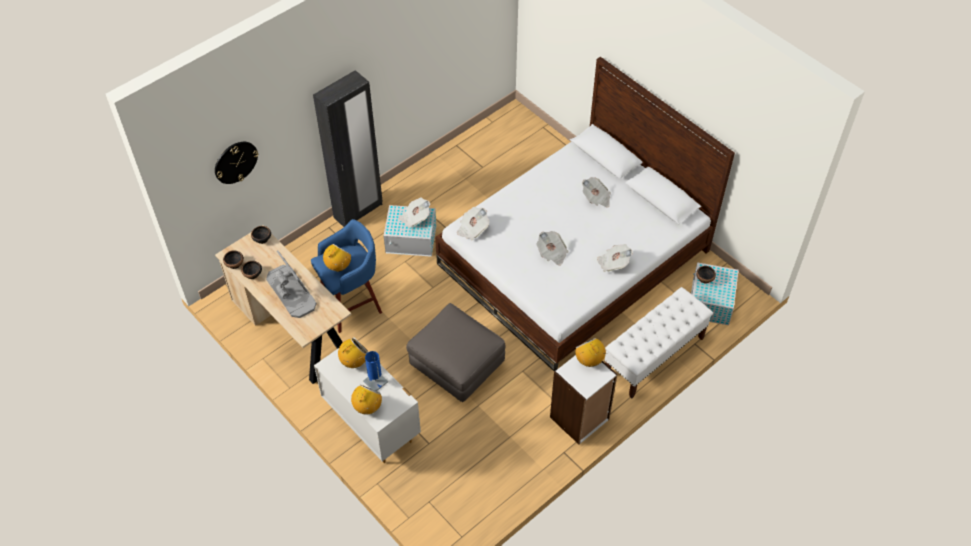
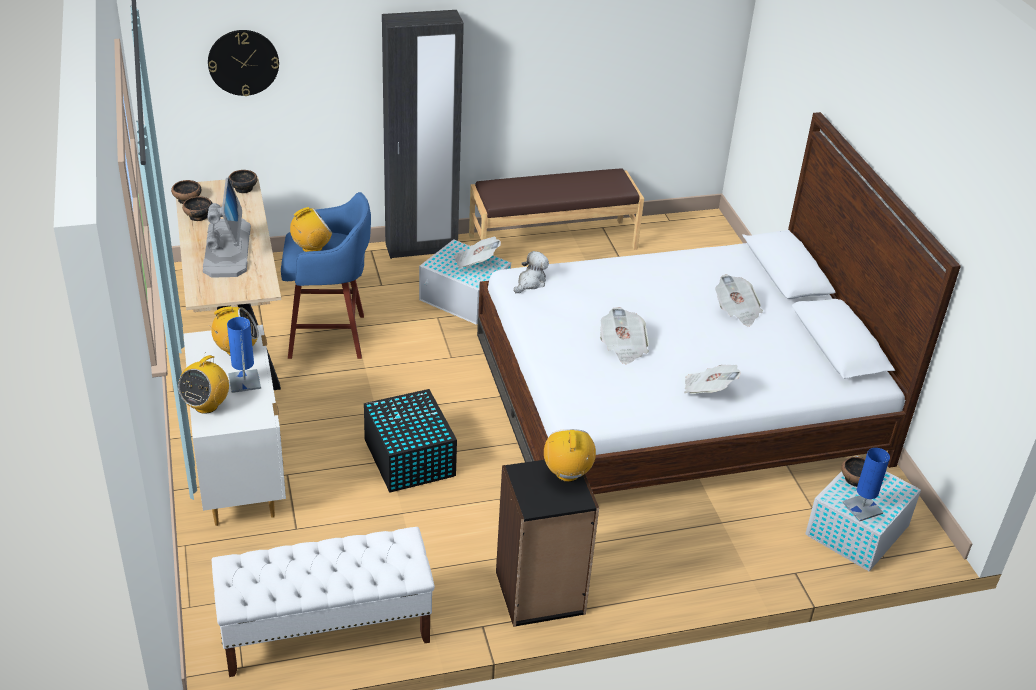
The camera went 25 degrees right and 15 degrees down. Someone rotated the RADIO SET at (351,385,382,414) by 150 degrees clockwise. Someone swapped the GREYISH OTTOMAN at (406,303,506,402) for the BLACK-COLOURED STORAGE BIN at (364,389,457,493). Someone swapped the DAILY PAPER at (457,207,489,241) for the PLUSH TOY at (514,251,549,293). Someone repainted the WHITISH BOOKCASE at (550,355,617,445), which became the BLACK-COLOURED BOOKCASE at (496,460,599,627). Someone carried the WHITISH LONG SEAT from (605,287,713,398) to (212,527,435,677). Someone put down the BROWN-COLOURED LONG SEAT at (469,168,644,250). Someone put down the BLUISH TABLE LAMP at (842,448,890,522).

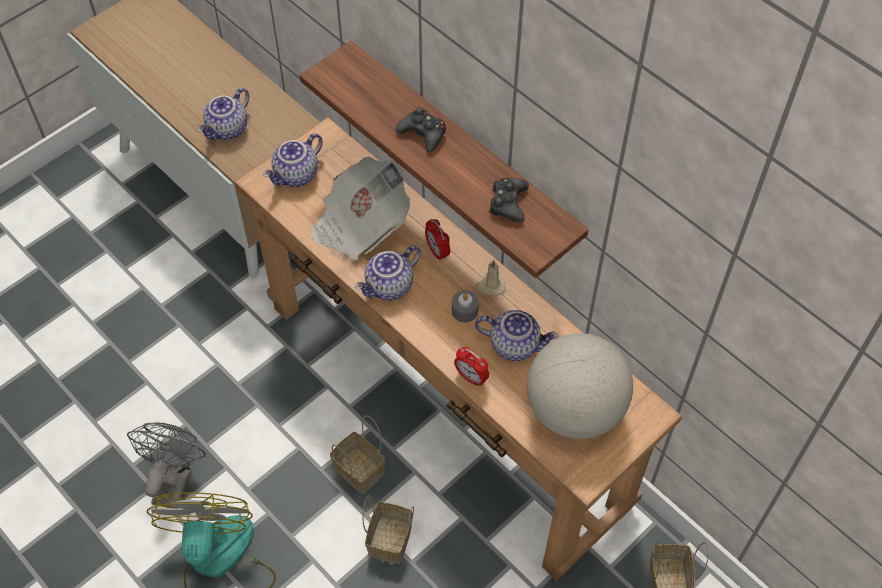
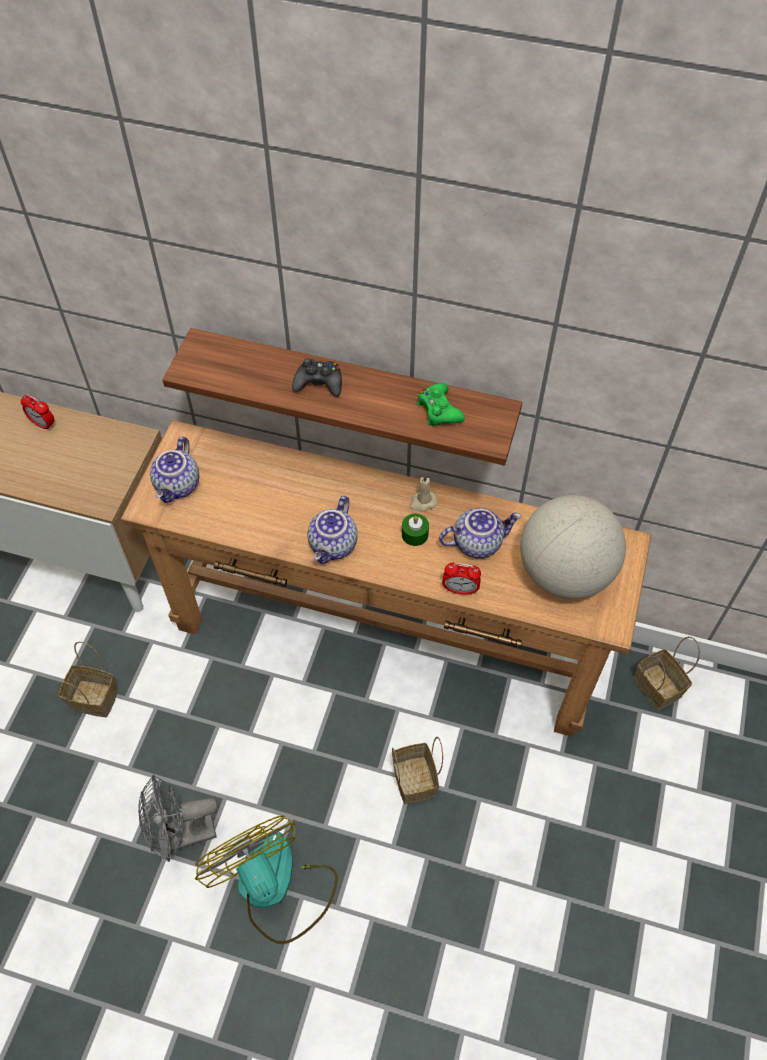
The camera went 30 degrees left and 0 degrees up. Someone rotated the GREYISH FAN at (127,422,206,509) by 90 degrees counterclockwise. Someone took away the TEAPOT at (197,88,249,140). Someone took away the DAILY PAPER at (310,157,410,261). Someone carried the BASKET from (330,415,386,494) to (57,642,118,717). Someone carried the BEDSIDE CLOCK from (425,219,450,261) to (21,394,54,431). Someone repainted the GREYISH CANDLE at (452,290,479,322), which became the GREEN-COLOURED CANDLE at (402,514,429,546). Someone repainted the BLACK-COLOURED GAME CONTROLLER at (489,178,529,222), which became the GREEN-COLOURED GAME CONTROLLER at (417,383,465,426).

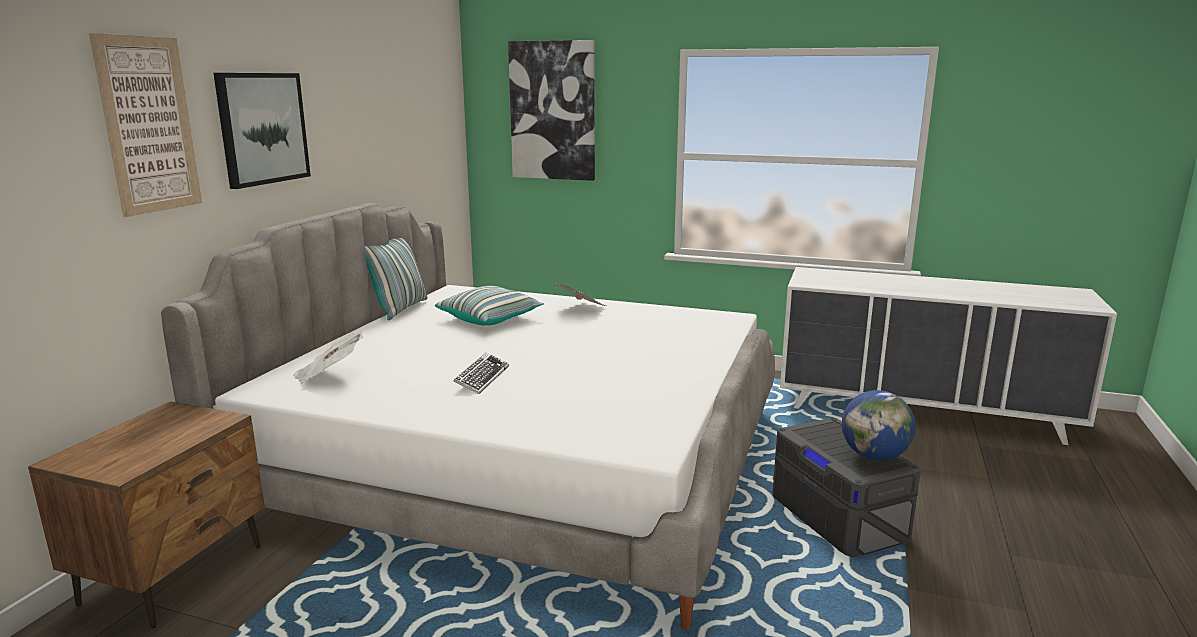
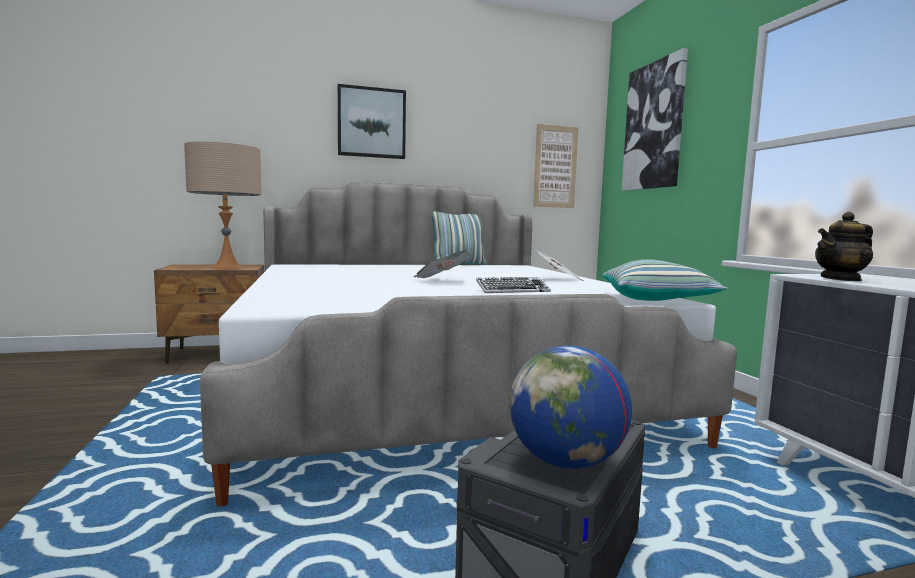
The camera went 55 degrees right and 10 degrees down. Someone carried the WALL PICTURE from (89,33,202,217) to (533,124,578,208). Someone carried the DAILY PAPER from (293,333,363,383) to (413,250,470,278). Someone carried the THROW PILLOW from (435,286,544,326) to (602,259,728,301). Someone carried the KEYBOARD from (454,352,509,394) to (476,277,551,293). Someone put down the SAND-COLOURED TABLE LAMP at (184,141,261,269). Someone put down the TEAPOT at (815,212,873,281).

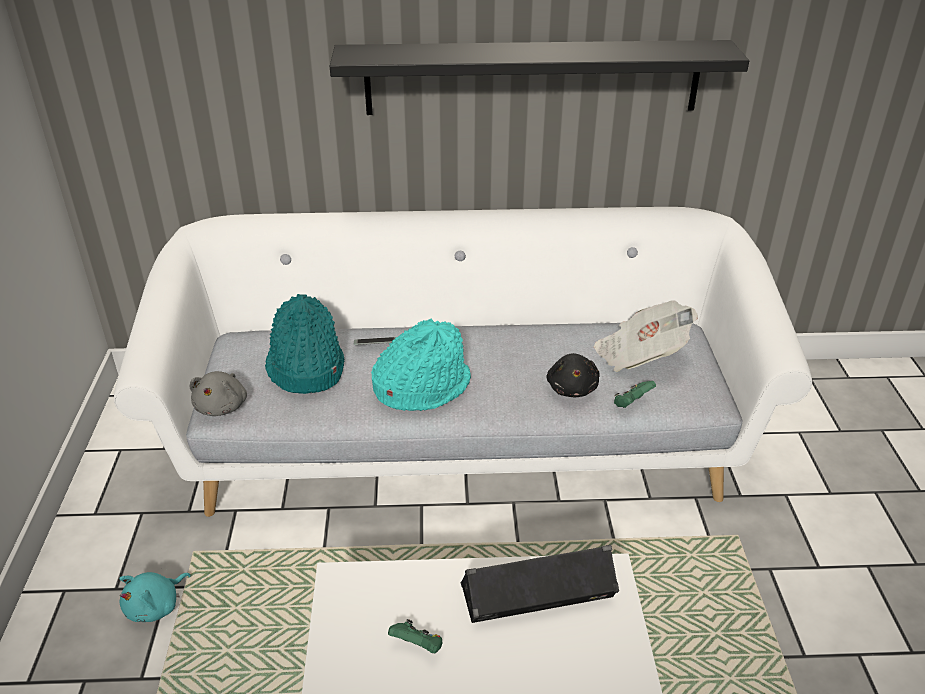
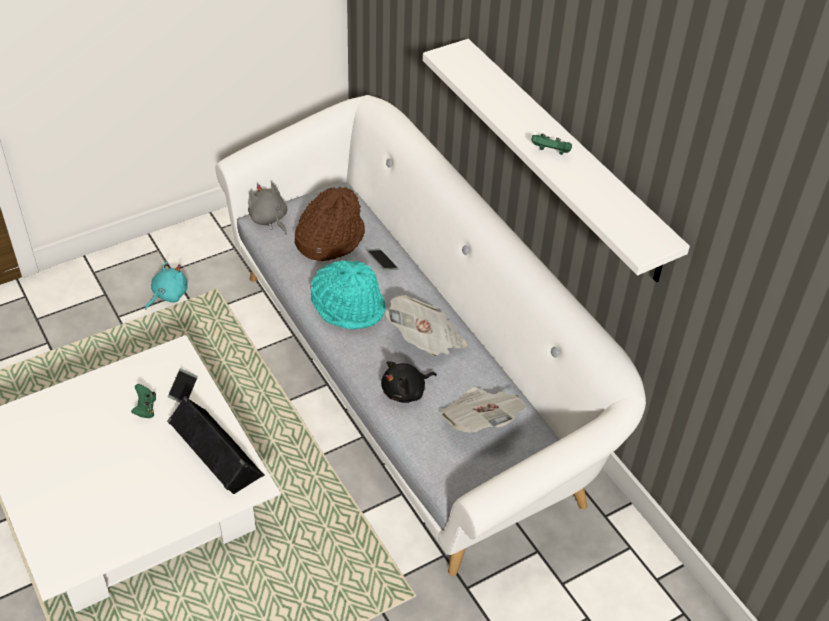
The camera went 60 degrees right and 10 degrees up. Someone rotated the BLUE-GREEN PLUSH TOY at (119,572,191,622) by 120 degrees clockwise. Someone rotated the GREYISH PLUSH TOY at (190,371,247,416) by 75 degrees clockwise. Someone repainted the BLUE-GREEN WEARABLE HAT at (265,294,345,394), which became the BROWN-COLOURED WEARABLE HAT at (294,187,365,261). Someone repainted the BLACK-COLOURED BRACKET SHELF at (330,40,749,115), which became the WHITISH BRACKET SHELF at (423,39,690,282). Someone carried the GREEN-COLOURED GAME CONTROLLER from (614,381,656,408) to (531,134,572,155). Someone put down the HANDSET at (168,368,198,403). Someone put down the DAILY PAPER at (385,295,468,356).

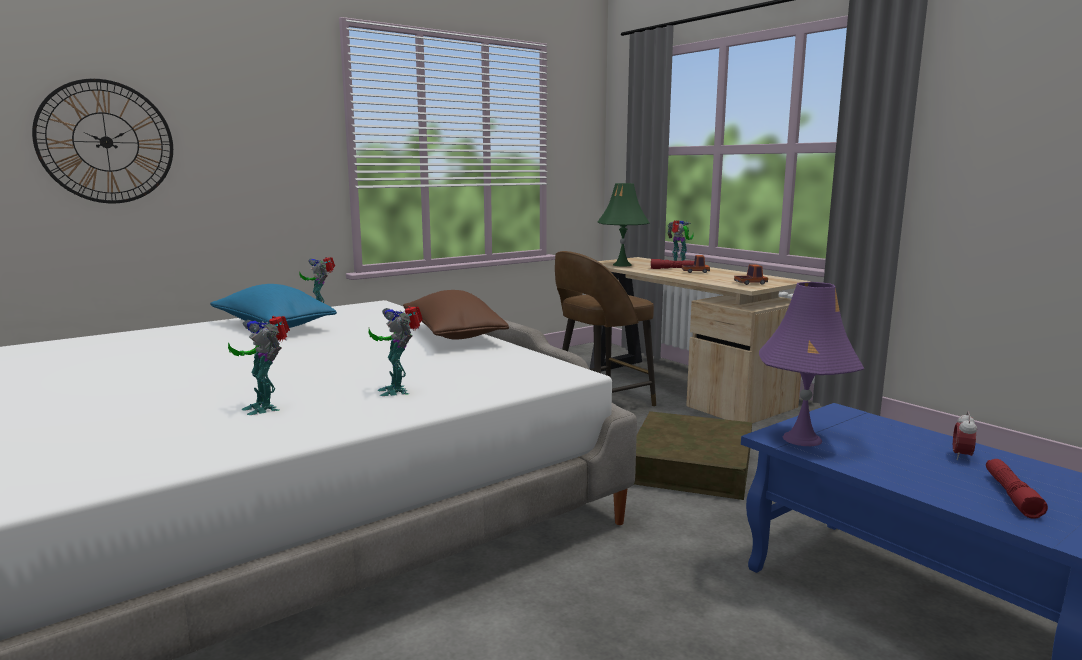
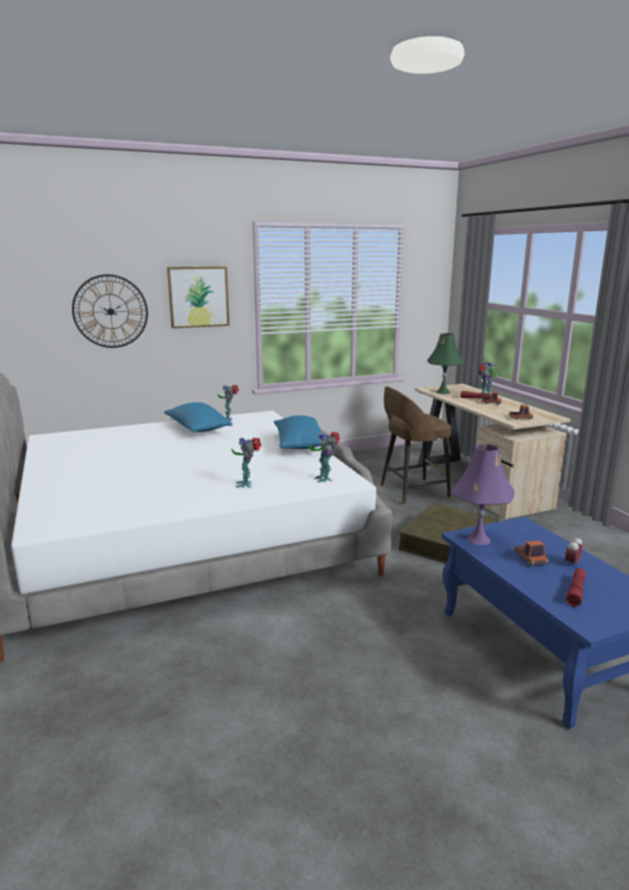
The camera went 15 degrees right and 5 degrees up. Someone carried the MODEL ROBOT from (228,316,290,415) to (310,432,340,482). Someone repainted the BROWN-COLOURED THROW PILLOW at (403,290,509,340), which became the BLUISH THROW PILLOW at (274,415,322,449). Someone put up the WALL PICTURE at (167,266,230,328). Someone put down the MODEL TRUCK at (515,540,548,565).

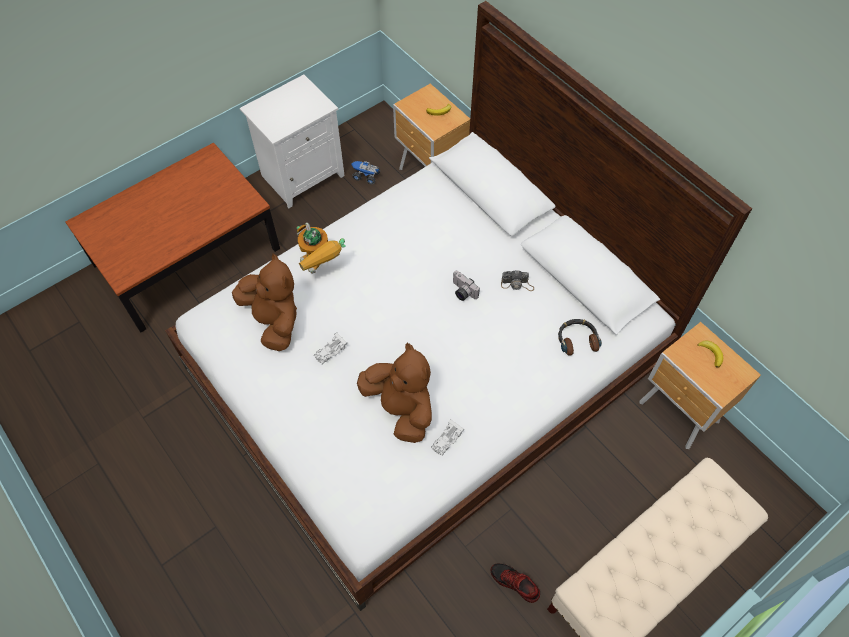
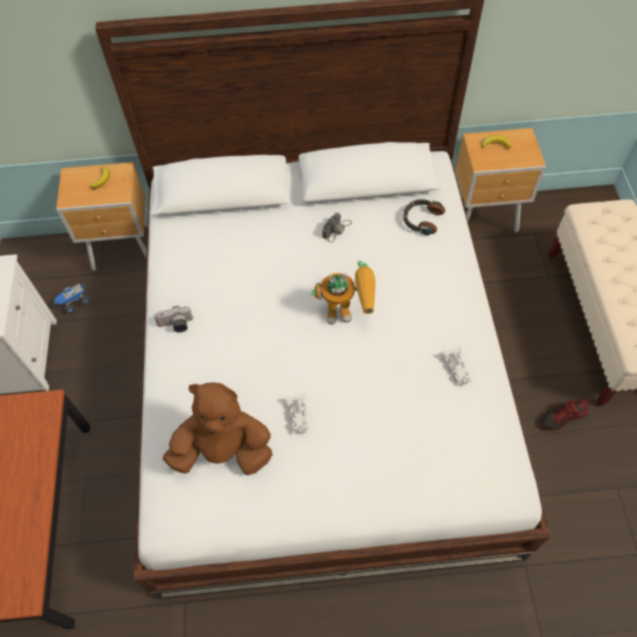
The camera went 55 degrees left and 0 degrees up. Someone carried the MODEL ROBOT from (297,223,346,274) to (311,261,375,324). Someone took away the BROWN-COLOURED PLUSH TOY at (357,343,432,443). Someone carried the STILL CAMERA from (453,271,480,301) to (154,306,193,332).

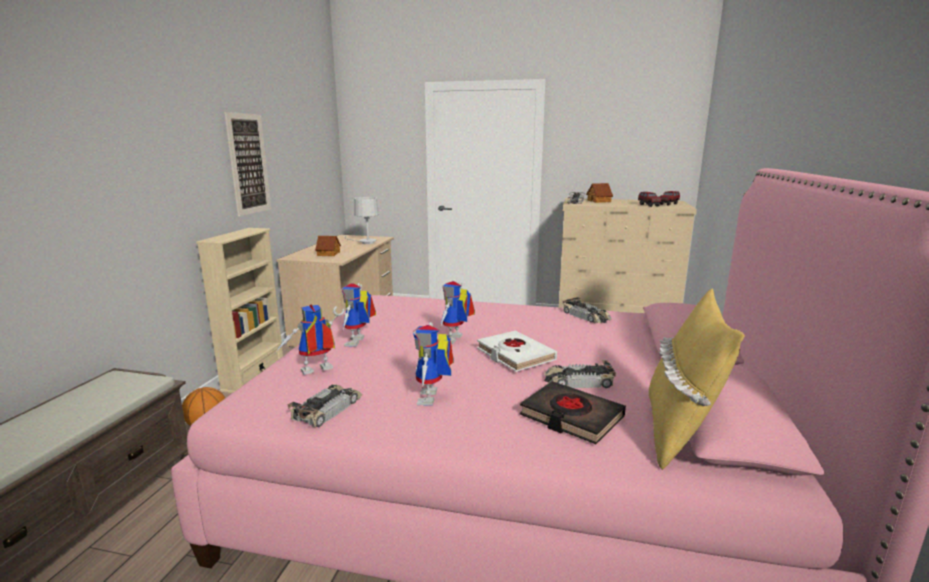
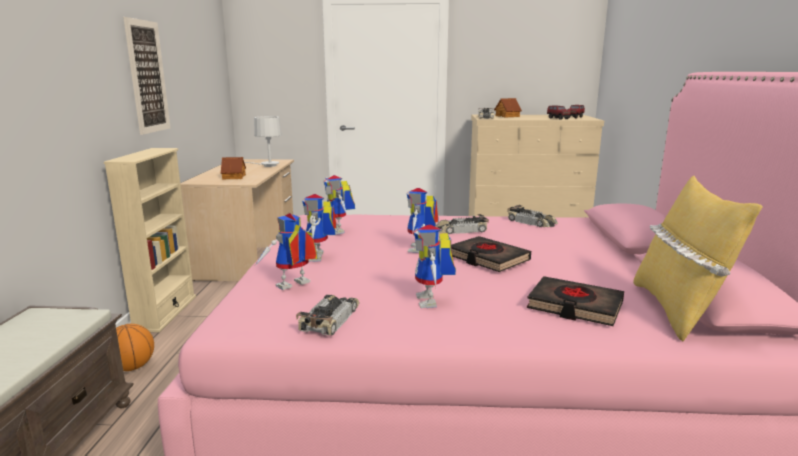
The camera went 10 degrees left and 0 degrees up. Someone repainted the WHITISH VOLUME at (477,331,557,372), which became the BLACK-COLOURED VOLUME at (451,236,531,272). Someone carried the MODEL CAR from (544,360,616,388) to (436,214,489,234). Someone put down the MODEL ROBOT at (324,175,355,235).

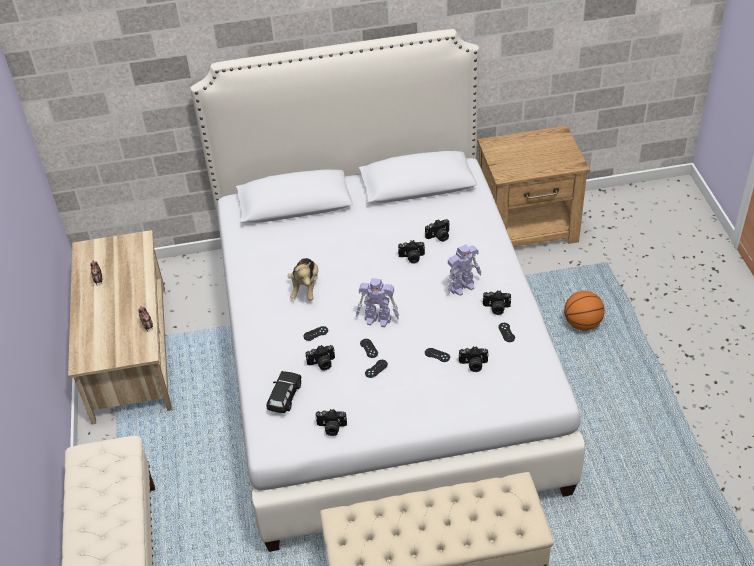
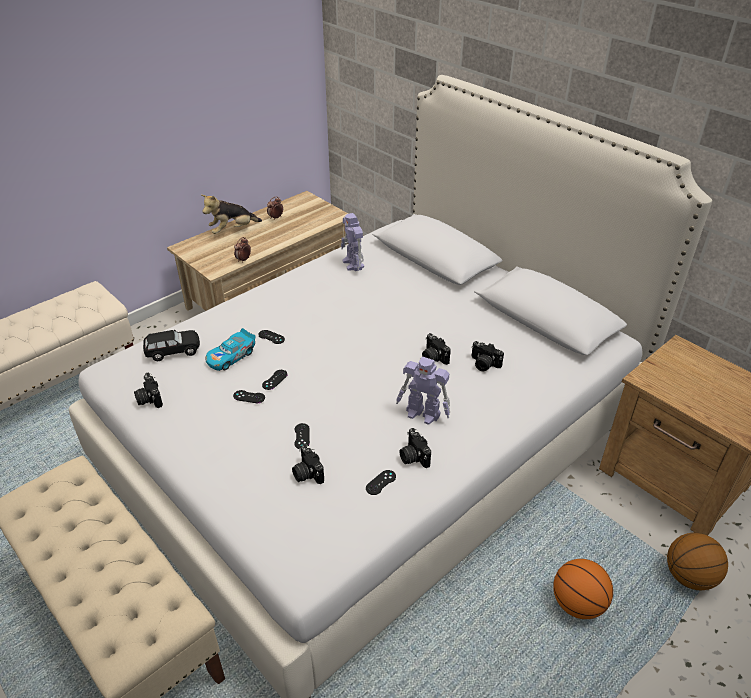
The camera went 55 degrees right and 5 degrees down. Someone carried the PLUSH TOY from (288,258,318,300) to (201,195,262,234). Someone swapped the STILL CAMERA at (305,345,335,371) for the MODEL CAR at (205,328,255,371). Someone carried the MODEL ROBOT from (356,278,399,327) to (341,213,364,271). Someone put down the BALL FOR BASKETBALL at (667,533,728,590).

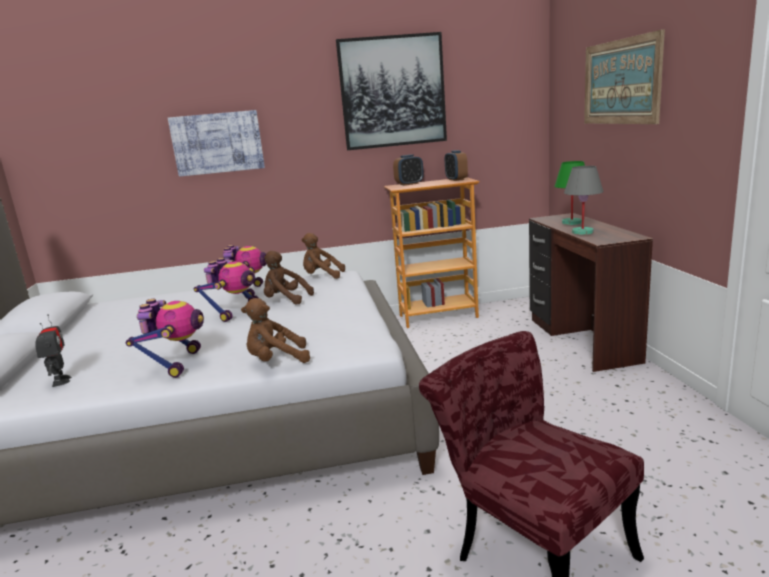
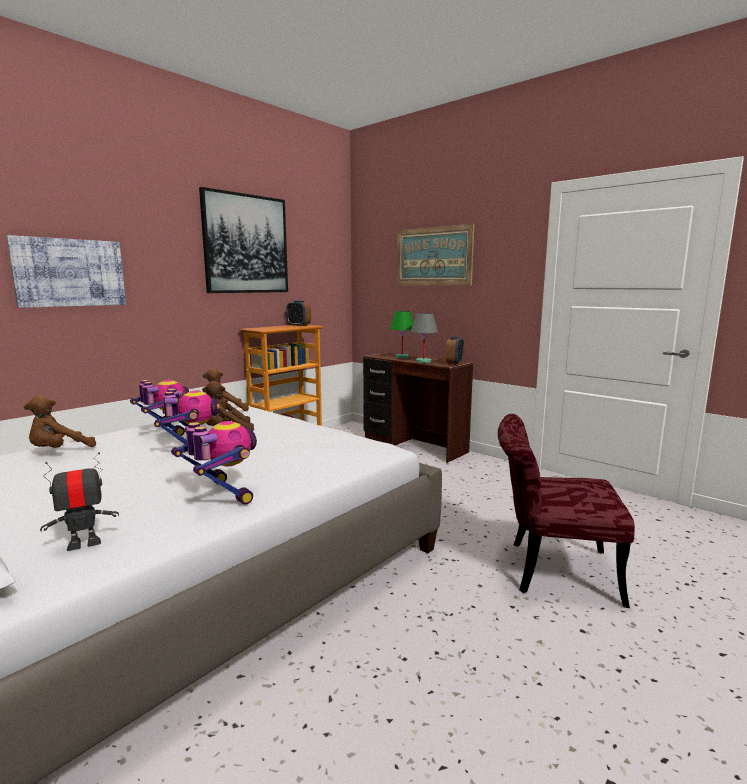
The camera went 40 degrees left and 5 degrees down. Someone rotated the MODEL ROBOT at (35,314,72,387) by 60 degrees counterclockwise. Someone carried the BROWN-COLOURED PLUSH TOY from (241,298,310,363) to (24,395,96,448). Someone carried the BEDSIDE CLOCK from (393,154,424,186) to (446,336,464,365).

